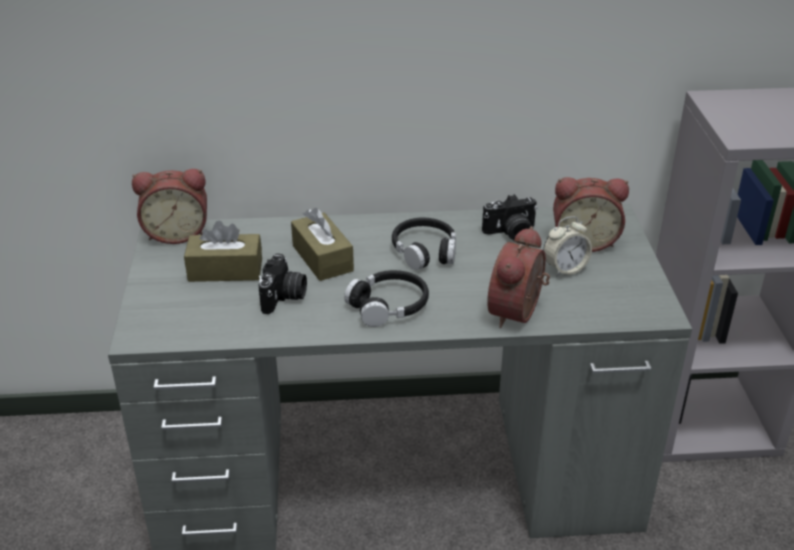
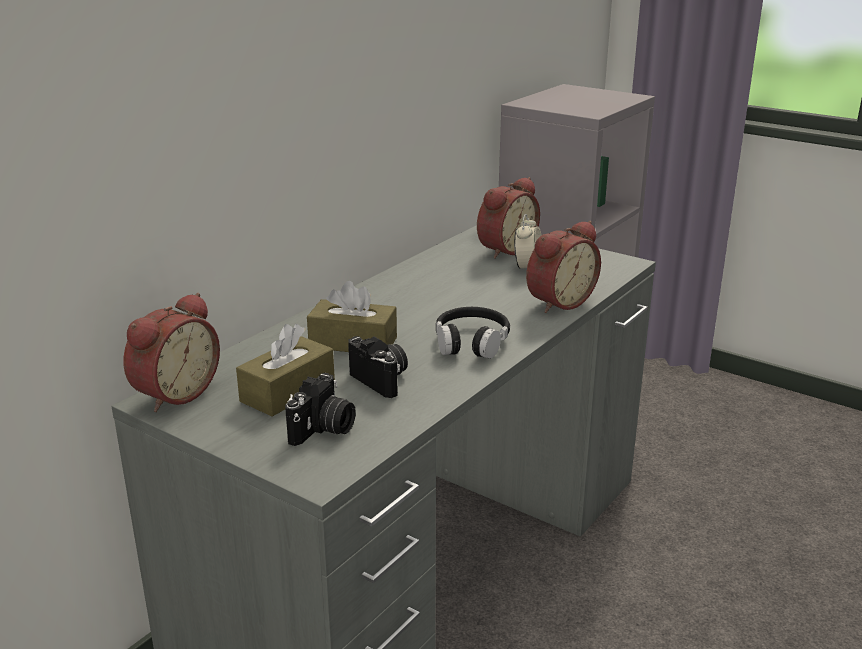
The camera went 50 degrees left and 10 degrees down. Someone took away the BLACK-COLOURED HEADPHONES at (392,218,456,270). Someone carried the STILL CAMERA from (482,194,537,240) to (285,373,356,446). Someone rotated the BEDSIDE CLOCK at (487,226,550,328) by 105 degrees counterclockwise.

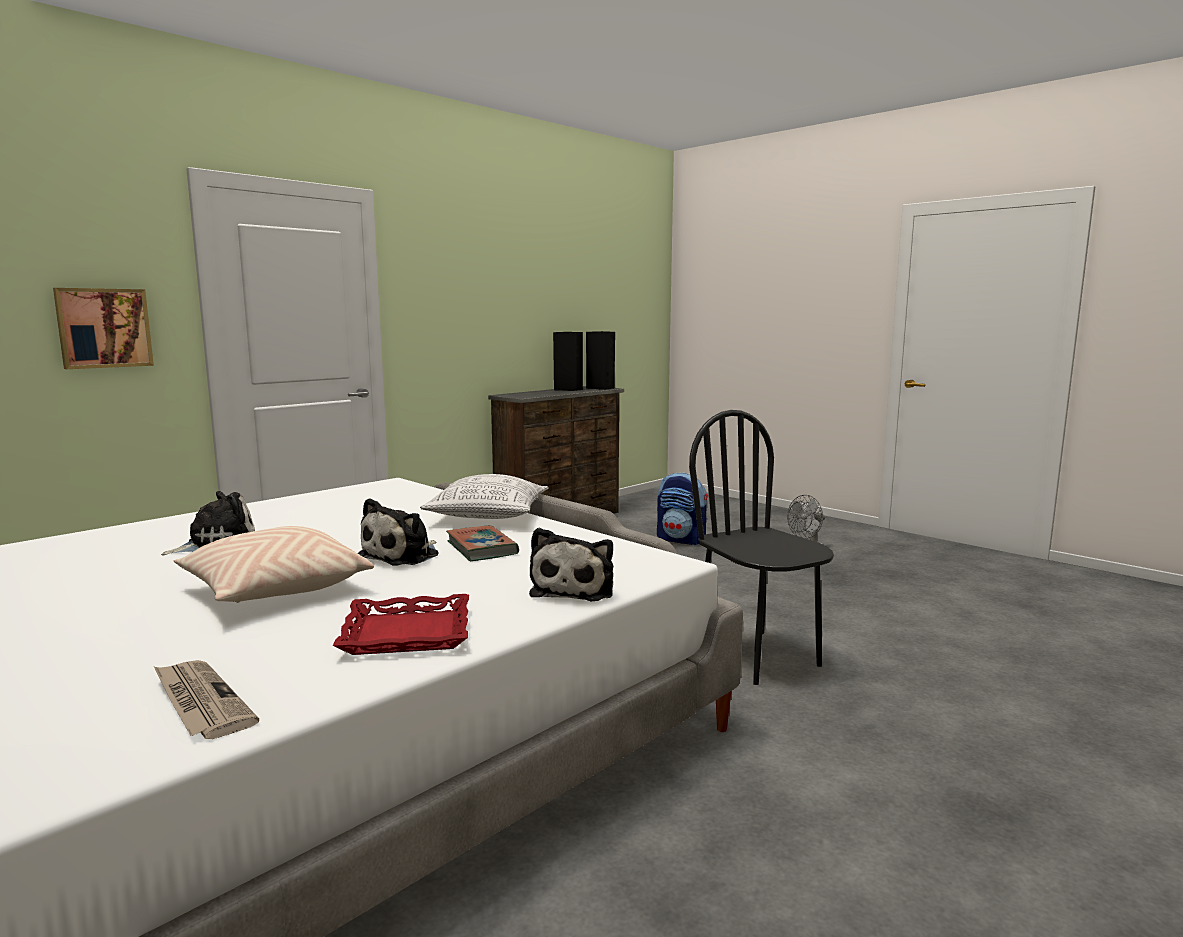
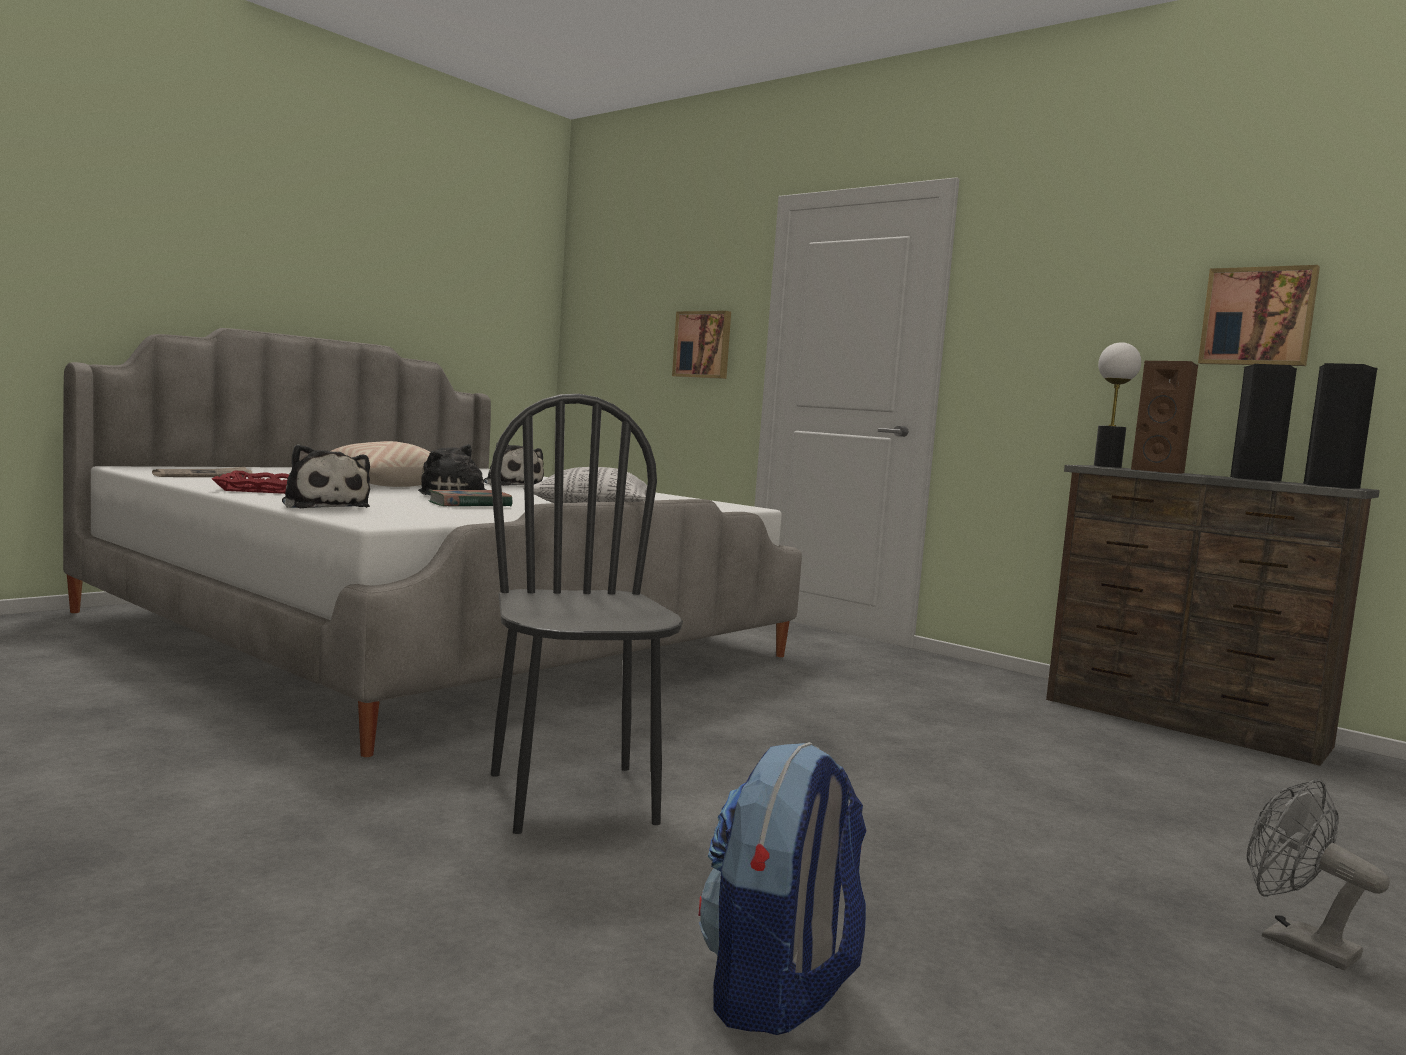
The camera went 85 degrees right and 5 degrees down. Someone rotated the PLUSH TOY at (529,528,613,601) by 135 degrees counterclockwise. Someone carried the RUCKSACK from (657,472,708,545) to (699,742,867,1035). Someone rotated the BLACK-COLOURED CHAIR at (689,410,834,685) by 75 degrees counterclockwise. Someone put down the TABLE LAMP at (1094,342,1141,468). Someone put down the BROWN-COLOURED SPEAKER at (1131,361,1198,474). Someone put up the WALL PICTURE at (1198,265,1320,366).

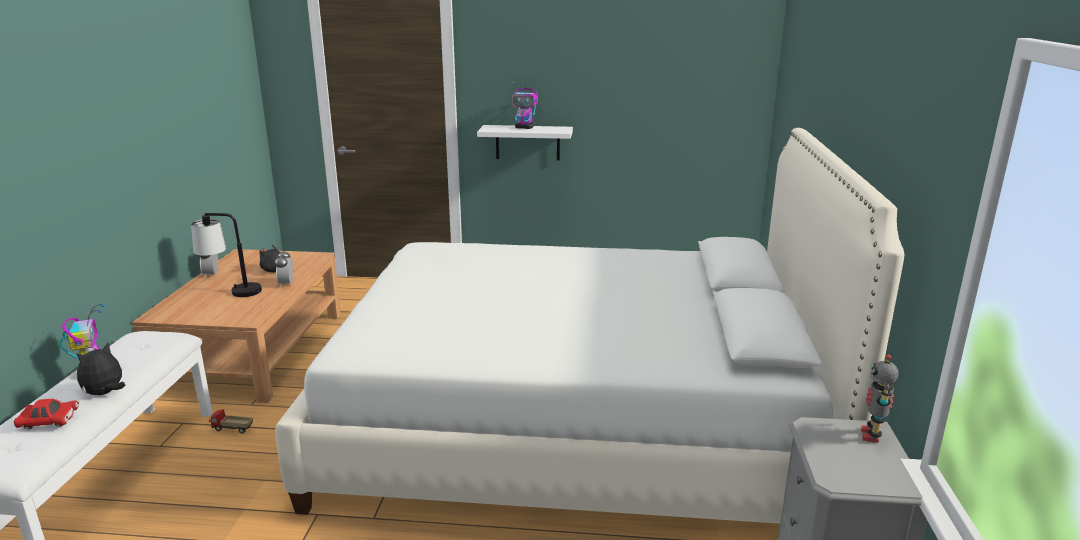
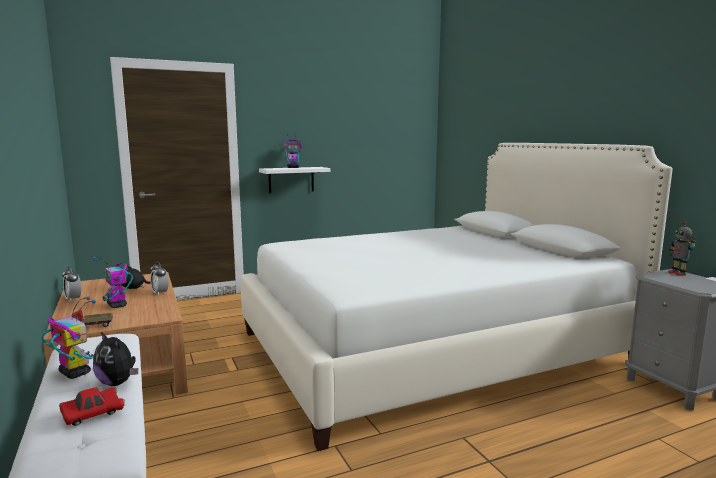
The camera went 30 degrees left and 10 degrees down. Someone rotated the PLUSH TOY at (77,342,125,395) by 60 degrees counterclockwise. Someone swapped the TABLE LAMP at (191,213,262,297) for the MODEL ROBOT at (93,257,133,308). Someone carried the MODEL TRUCK from (209,410,253,434) to (71,310,113,327).

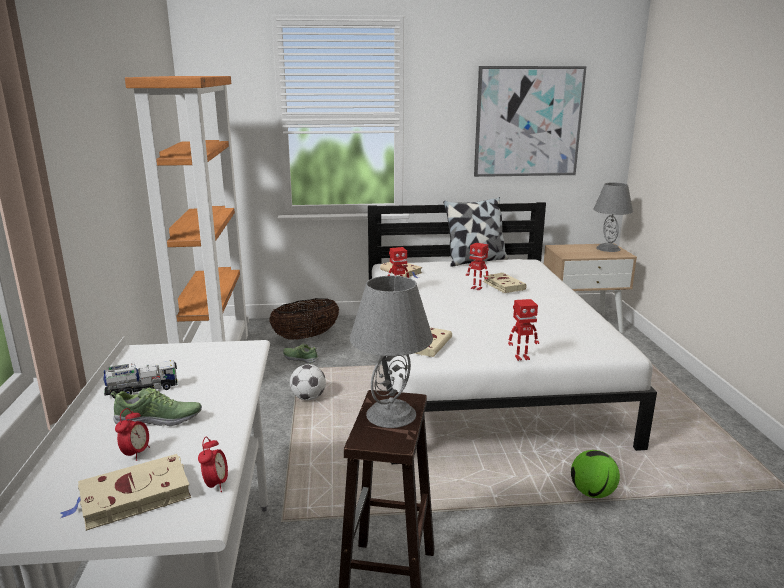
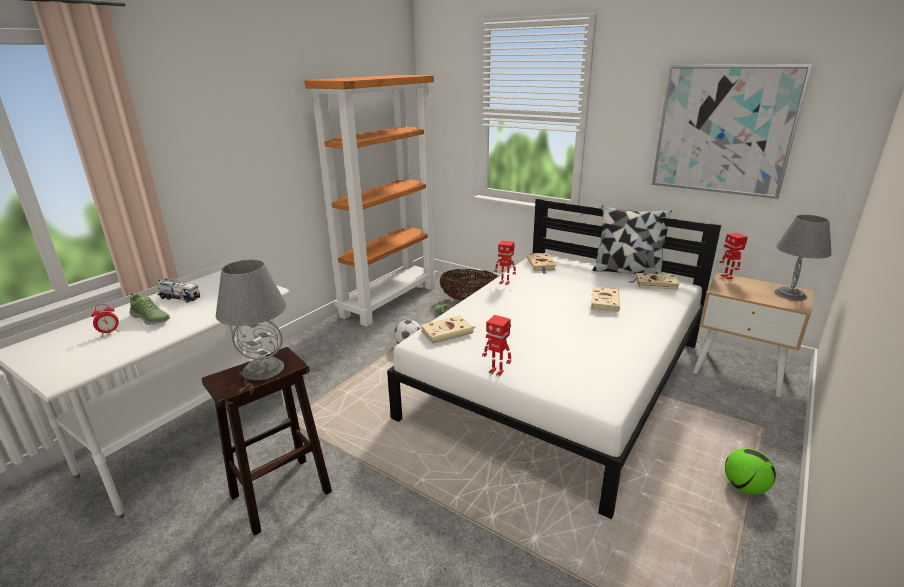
The camera went 40 degrees right and 5 degrees up. Someone carried the SAND-COLOURED VOLUME from (61,454,191,531) to (629,273,679,290). Someone took away the BEDSIDE CLOCK at (198,437,228,492). Someone carried the MODEL ROBOT from (466,243,489,290) to (719,233,748,279). Someone carried the FOOTBALL from (571,450,620,498) to (725,448,776,495).

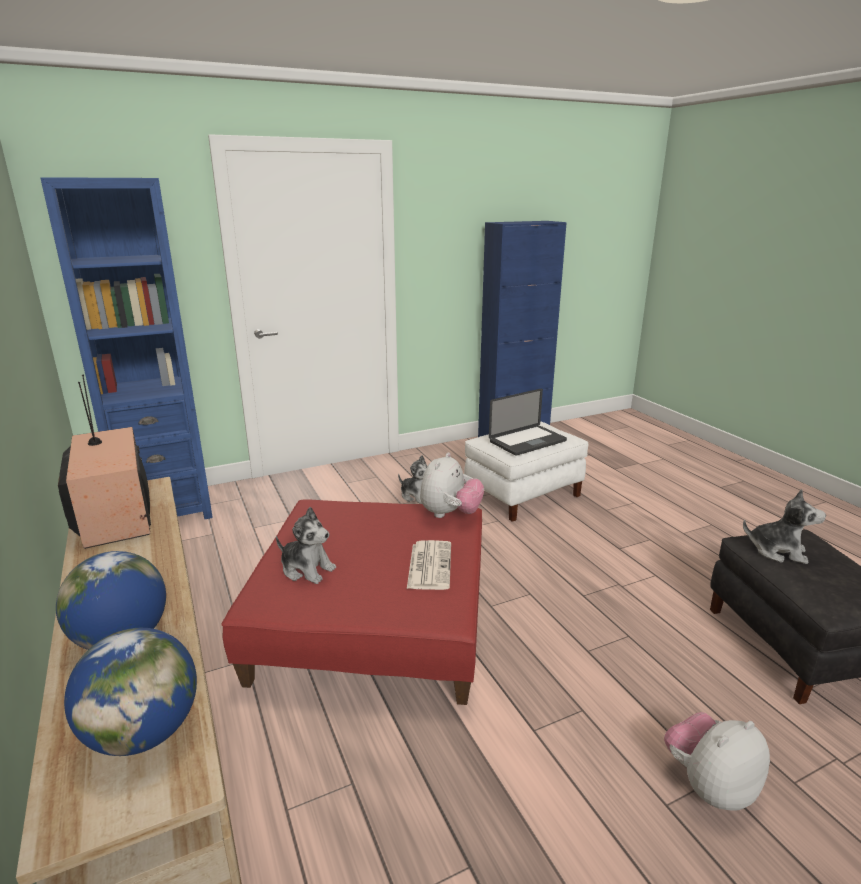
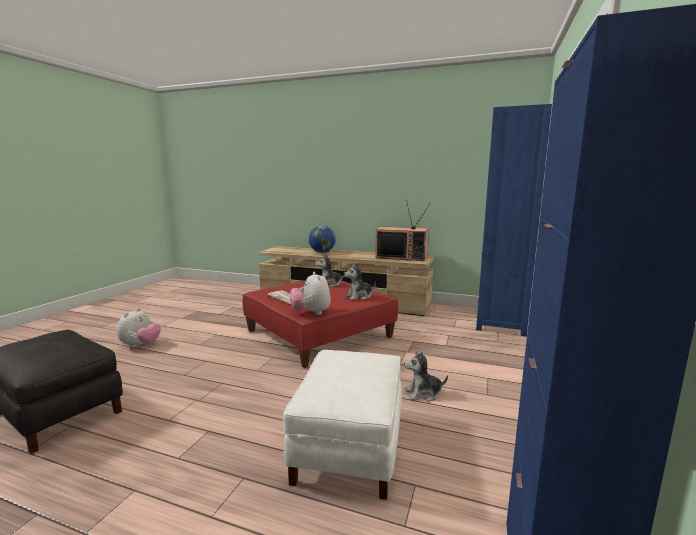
The camera went 135 degrees right and 10 degrees down. Someone took away the DESK GLOBE at (64,628,197,756). Someone took away the PORTABLE COMPUTER at (489,389,567,456). Someone carried the PLUSH TOY from (743,489,826,564) to (344,263,376,300).

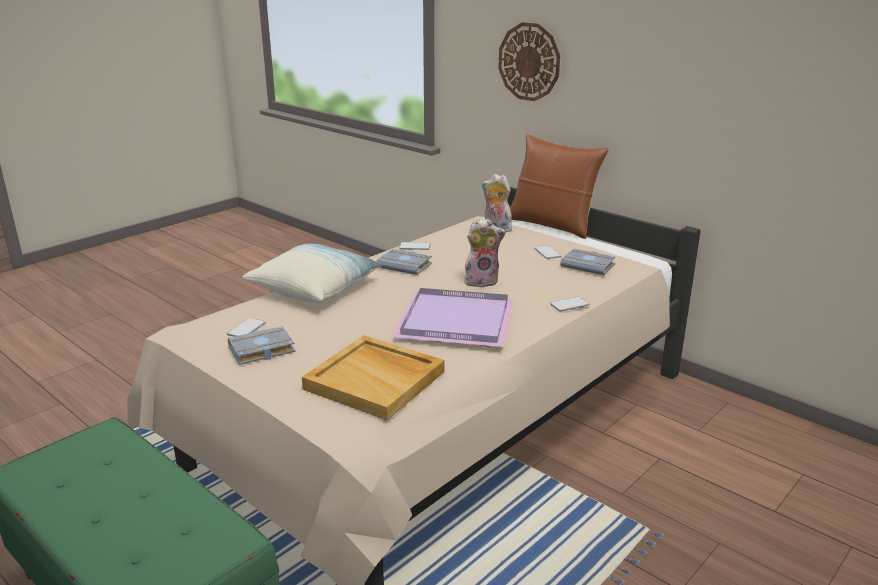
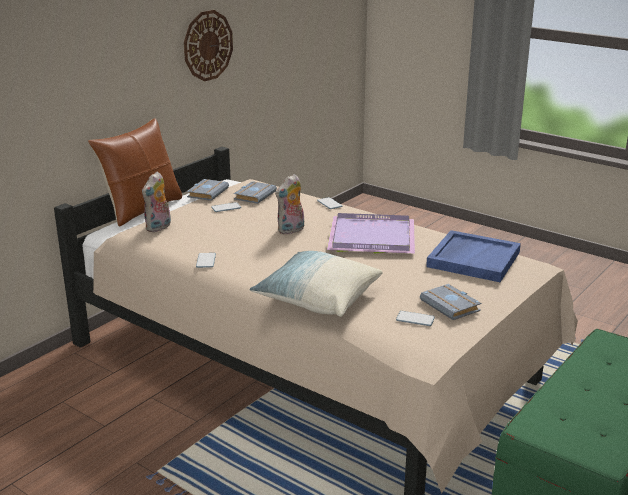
The camera went 95 degrees left and 0 degrees up. Someone repainted the SAND-COLOURED SERVING TRAY at (302,335,444,420), which became the BLUISH SERVING TRAY at (426,230,521,282). Someone carried the GREYISH VOLUME from (376,249,432,275) to (187,179,229,201). Someone rotated the PLUSH TOY at (464,218,506,287) by 120 degrees counterclockwise. Someone carried the HANGING CLOCK from (498,22,560,101) to (184,10,233,81).

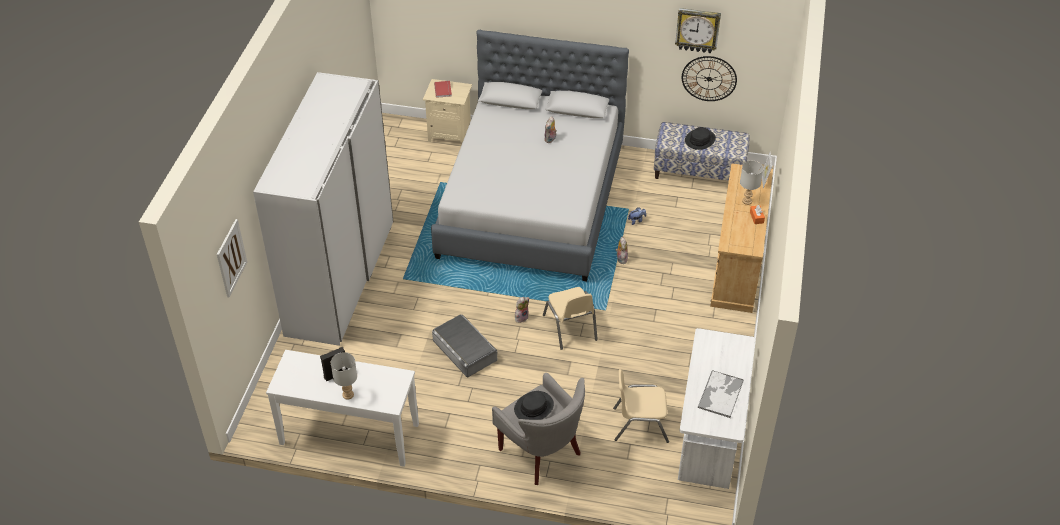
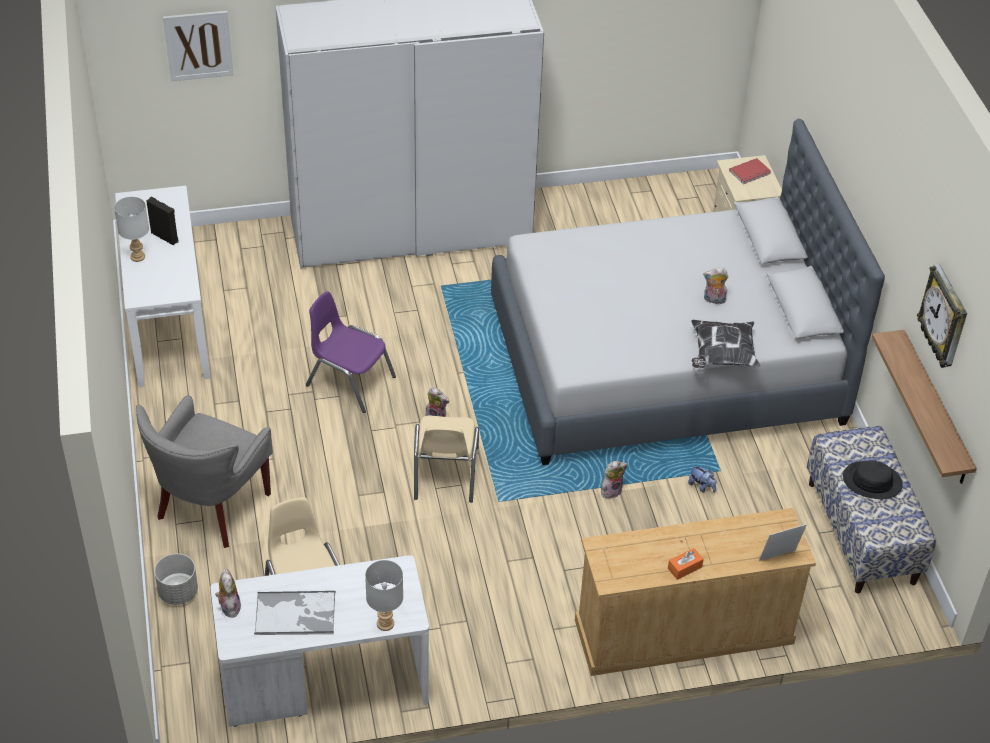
The camera went 65 degrees right and 0 degrees up. Someone swapped the GREYISH STORAGE BIN at (432,314,497,377) for the PURPLISH CHAIR at (306,291,396,413). Someone took away the BLACK-COLOURED WEARABLE HAT at (514,391,554,420). Someone rotated the SAND-COLOURED CHAIR at (543,287,598,350) by 45 degrees counterclockwise. Someone swapped the HANGING CLOCK at (682,56,737,101) for the BRACKET SHELF at (872,330,977,484). Someone carried the GREYISH TABLE LAMP from (740,161,764,205) to (365,560,403,631). Someone put down the GREYISH PLANTER at (154,554,198,605). Someone put down the PLUSH TOY at (215,568,241,618). Someone put down the THROW PILLOW at (691,320,761,368).

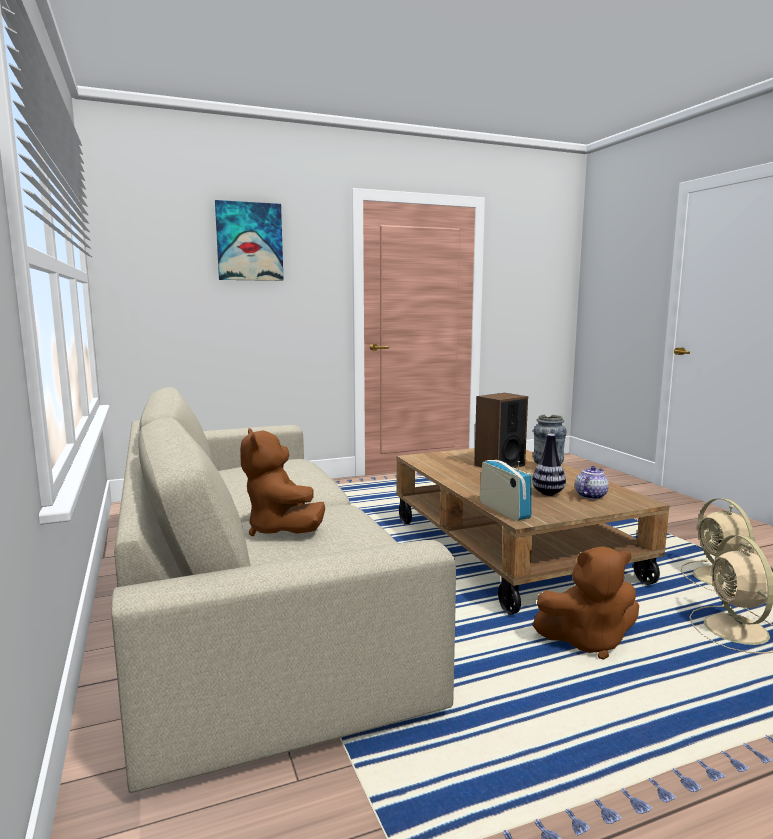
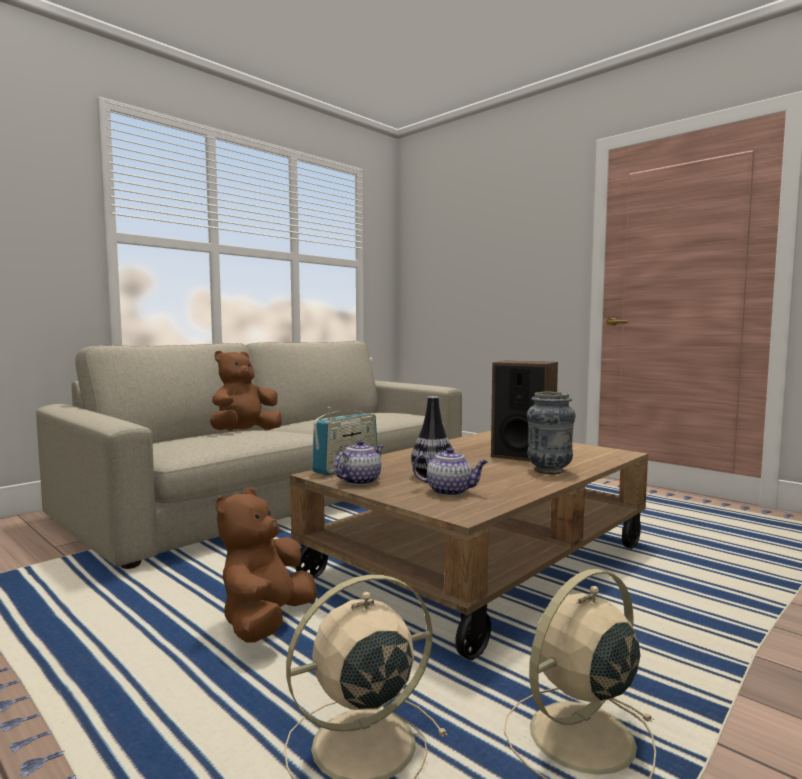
The camera went 65 degrees right and 5 degrees down. Someone took away the WALL PICTURE at (215,200,283,281). Someone rotated the BROWN-COLOURED PLUSH TOY at (532,546,639,660) by 45 degrees clockwise. Someone put down the TEAPOT at (334,440,383,485).

